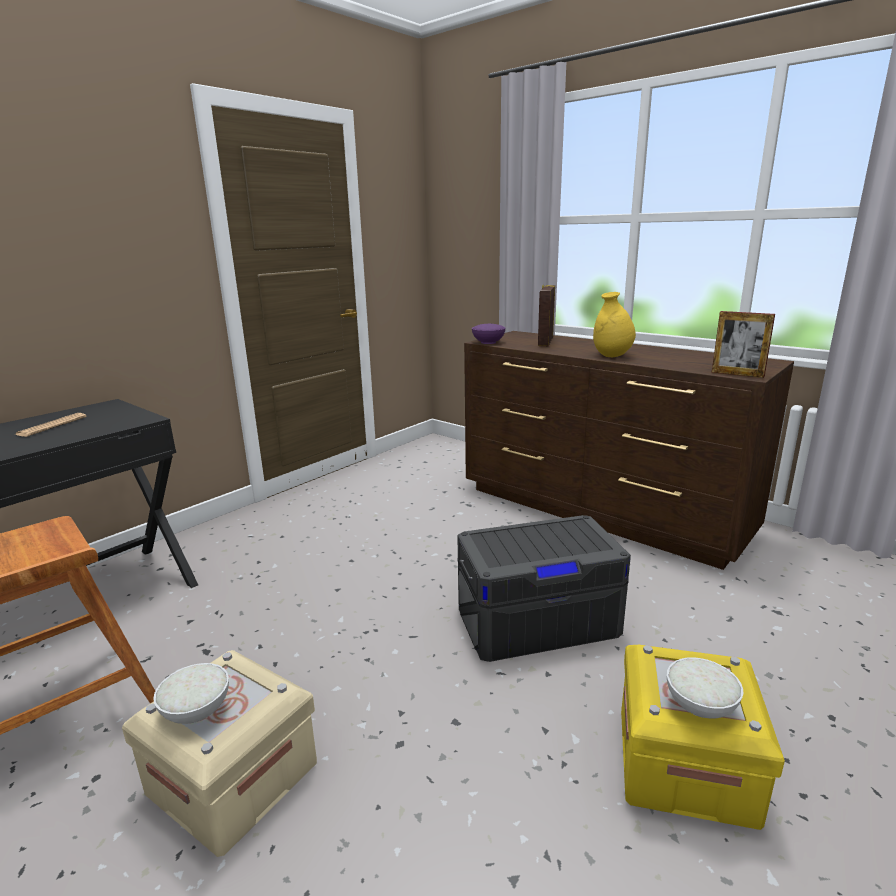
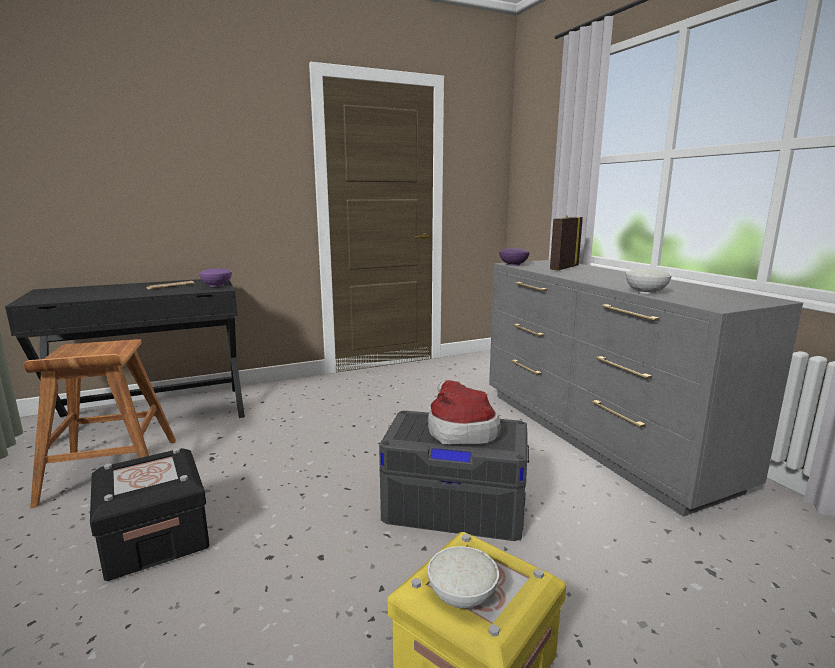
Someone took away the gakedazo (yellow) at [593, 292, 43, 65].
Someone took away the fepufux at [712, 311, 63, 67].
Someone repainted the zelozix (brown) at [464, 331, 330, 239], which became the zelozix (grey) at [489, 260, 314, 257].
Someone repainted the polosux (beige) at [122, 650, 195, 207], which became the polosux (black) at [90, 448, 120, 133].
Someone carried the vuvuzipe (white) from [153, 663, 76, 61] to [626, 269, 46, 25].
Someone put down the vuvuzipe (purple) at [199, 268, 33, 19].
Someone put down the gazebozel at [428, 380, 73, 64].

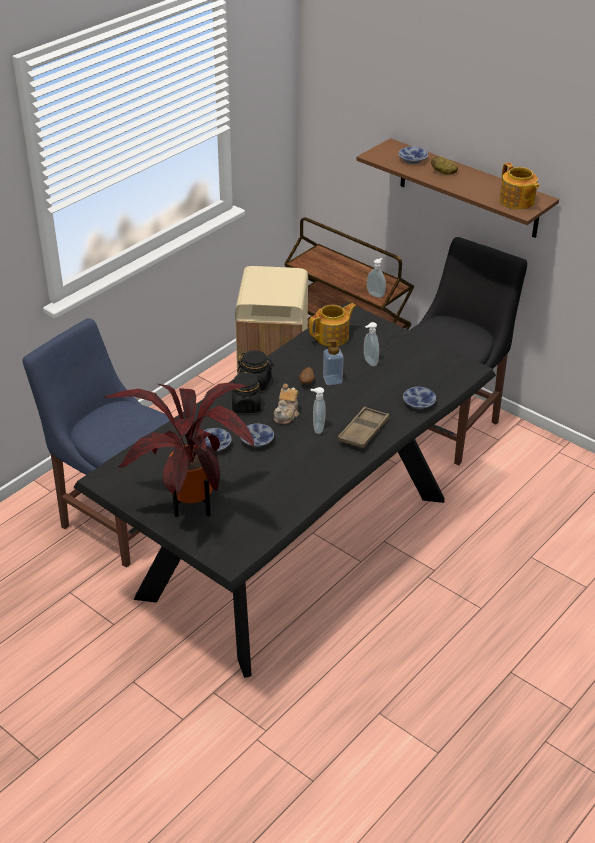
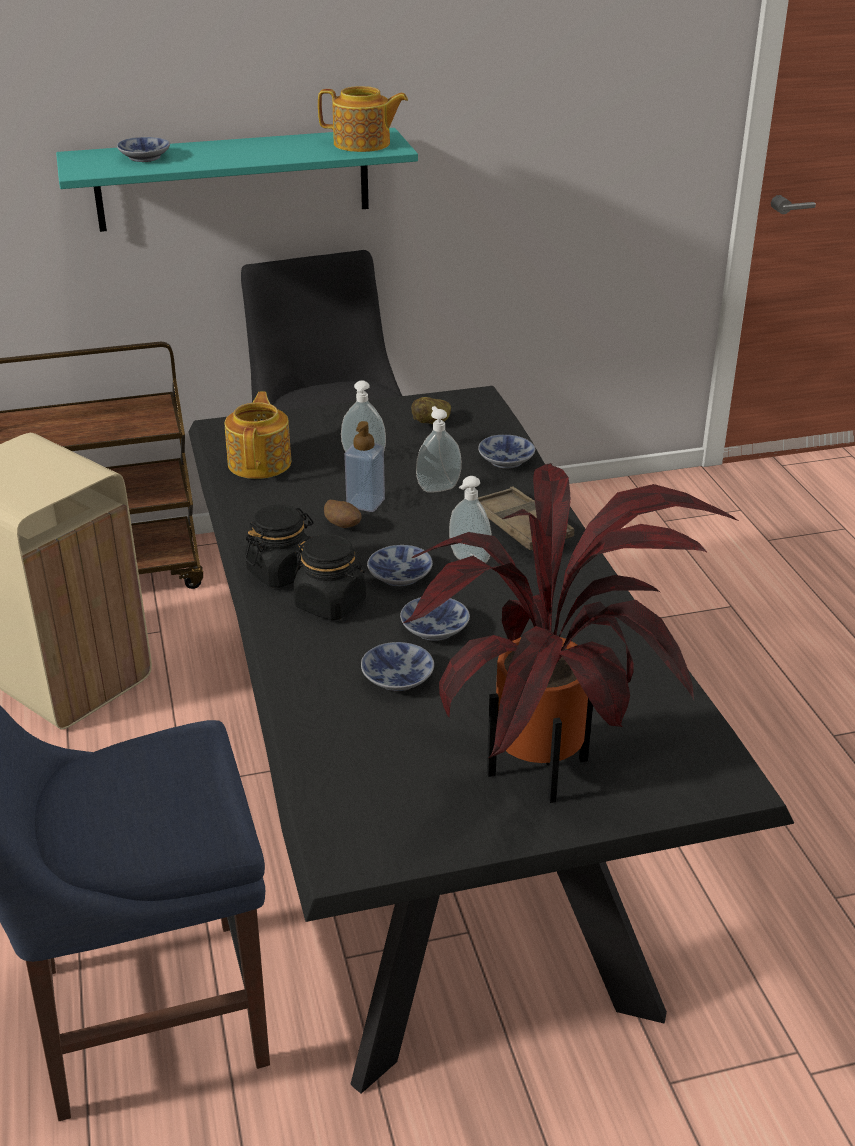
Someone repainted the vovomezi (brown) at [357, 138, 202, 100], which became the vovomezi (turquoise) at [56, 128, 362, 104].
Someone carried the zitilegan from [431, 156, 27, 19] to [411, 397, 40, 27].
Someone carried the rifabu from [367, 258, 19, 40] to [416, 406, 46, 87].
Someone swapped the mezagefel at [274, 384, 25, 40] for the vuvuzipe at [367, 545, 66, 41].

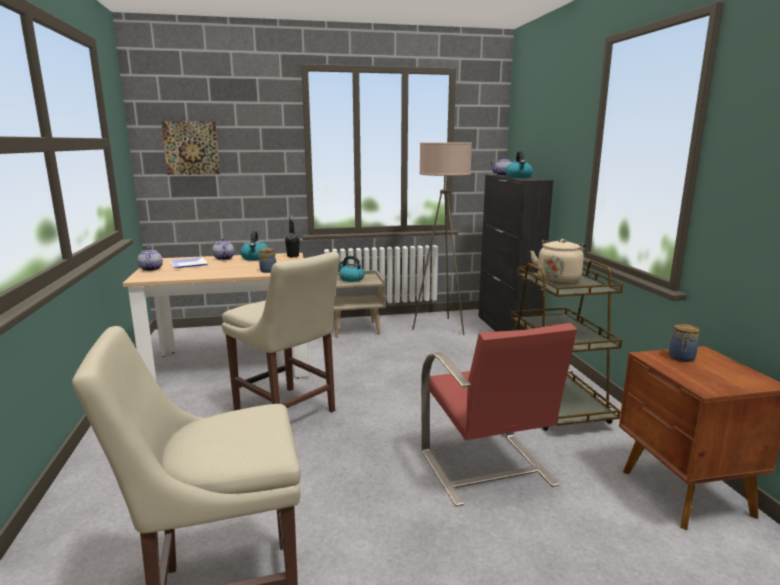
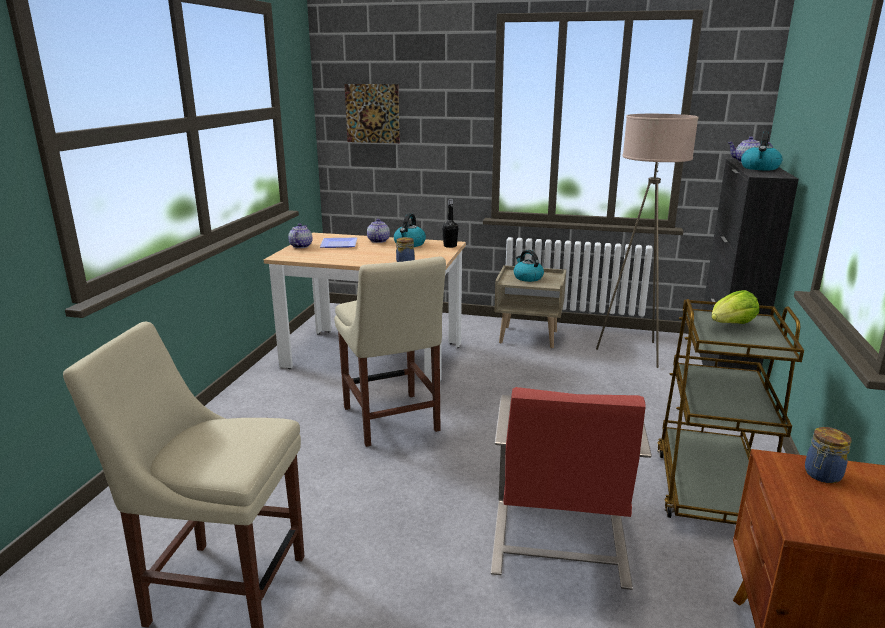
Someone swapped the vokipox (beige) at [530, 239, 57, 44] for the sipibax at [711, 290, 48, 34].

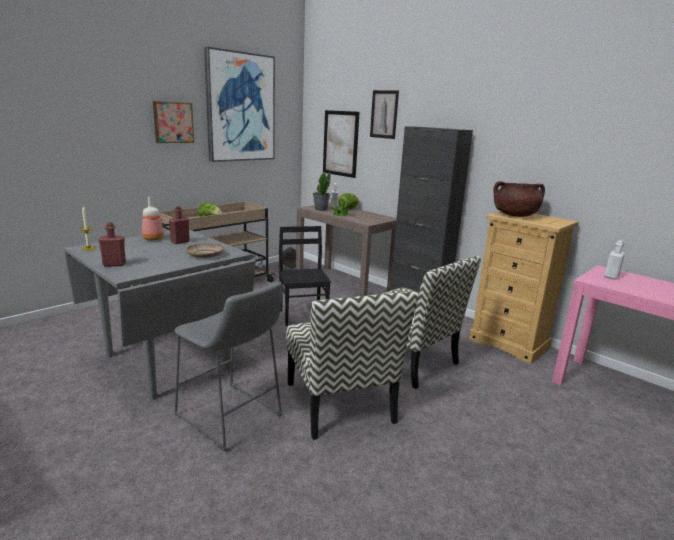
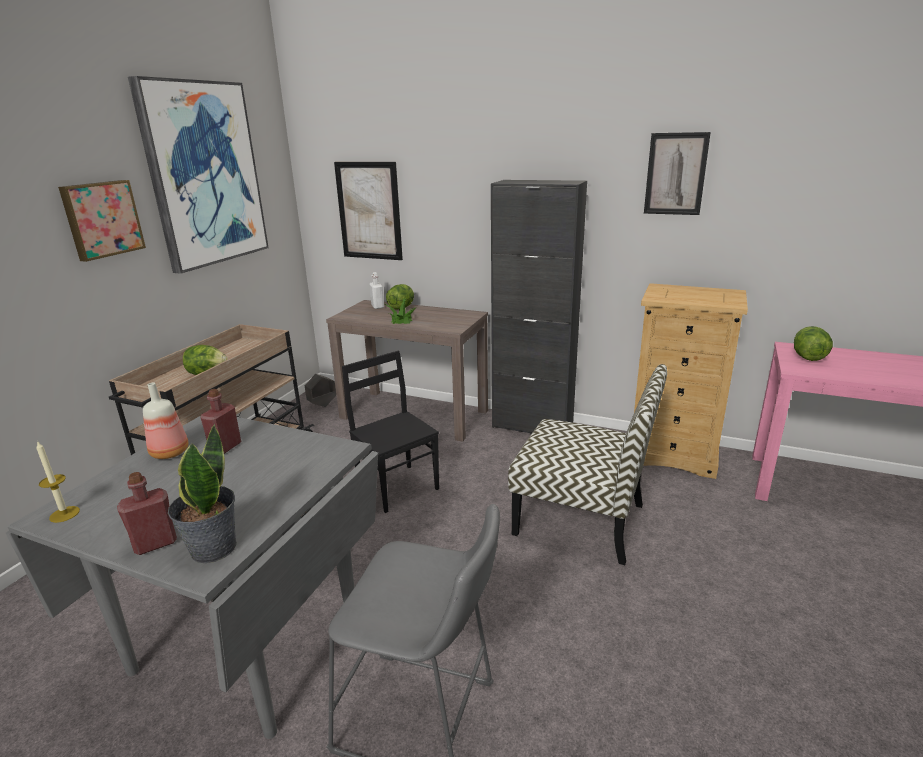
Someone carried the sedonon from [370, 90, 29, 49] to [644, 132, 67, 83].
Someone carried the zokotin from [313, 171, 17, 40] to [168, 424, 69, 139].
Someone took away the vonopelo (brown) at [493, 181, 52, 36].
Someone swapped the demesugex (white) at [604, 240, 21, 39] for the sipibax at [794, 326, 39, 35].
Someone took away the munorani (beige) at [186, 243, 38, 15].
Someone took away the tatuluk at [286, 291, 133, 149].

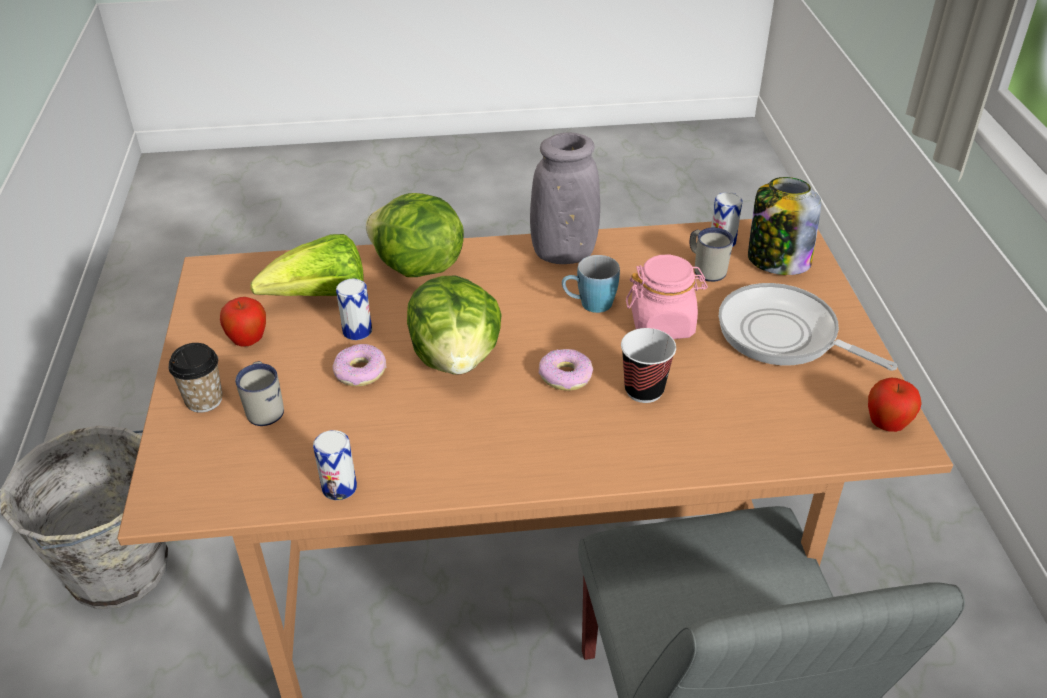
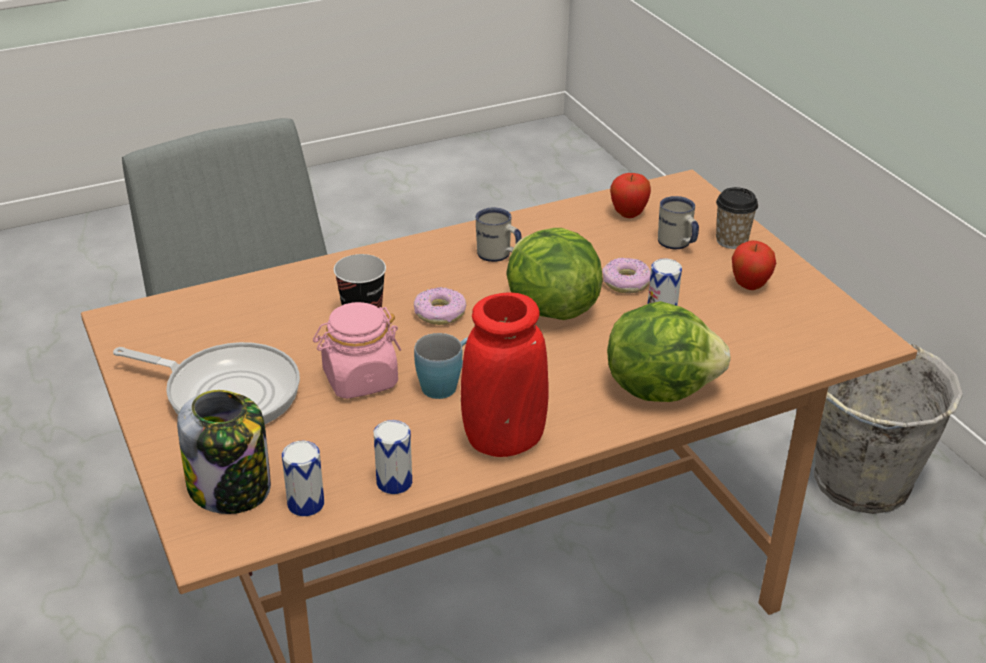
Someone repainted the gakedazo (grey) at [530, 133, 70, 131], which became the gakedazo (red) at [461, 292, 87, 165].
Someone carried the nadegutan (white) from [690, 227, 44, 55] to [476, 208, 46, 54].
Someone took away the sipibax at [250, 234, 114, 62].
Someone carried the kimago from [868, 378, 54, 54] to [610, 173, 41, 45].
Someone carried the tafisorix from [313, 430, 44, 70] to [374, 420, 38, 74].

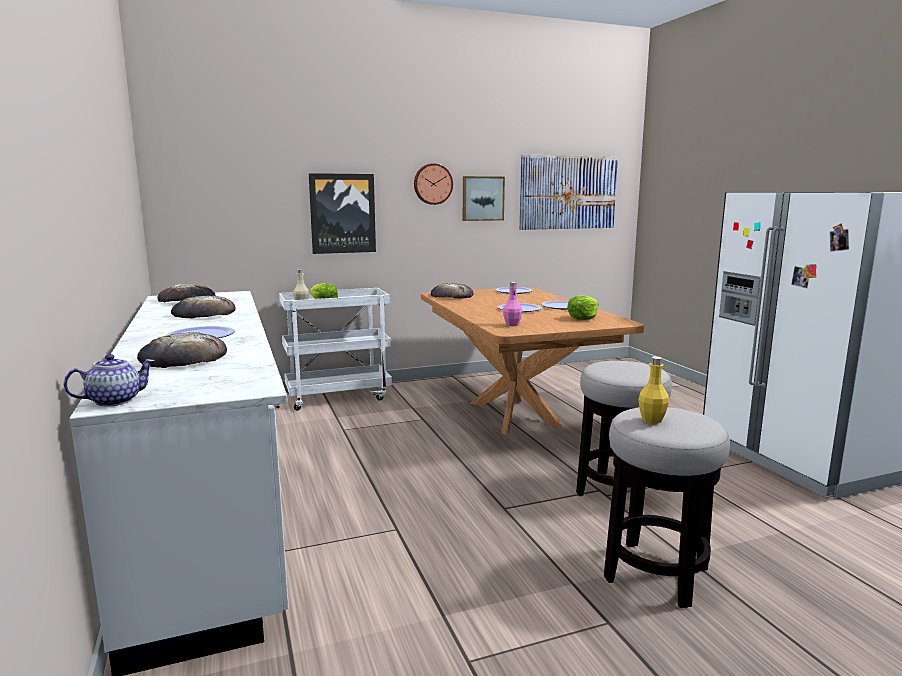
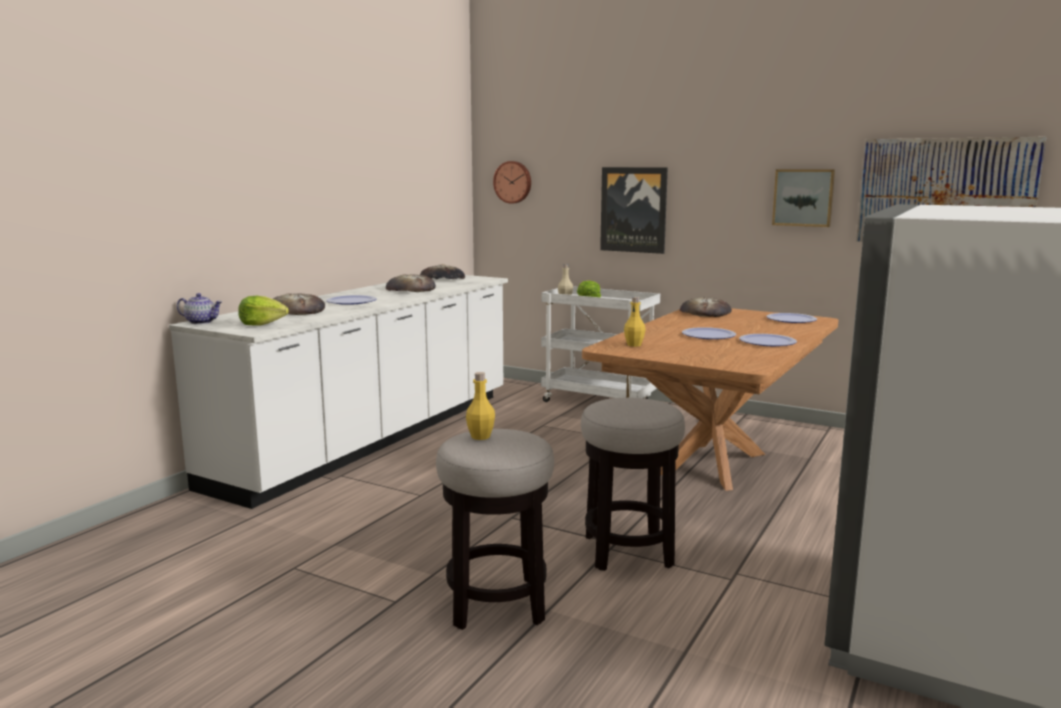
Someone carried the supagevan from [414, 163, 39, 42] to [493, 161, 38, 43].
Someone repainted the demesugex (pink) at [503, 282, 19, 44], which became the demesugex (yellow) at [624, 297, 21, 50].
Someone carried the sipibax from [567, 296, 32, 24] to [238, 296, 51, 30].

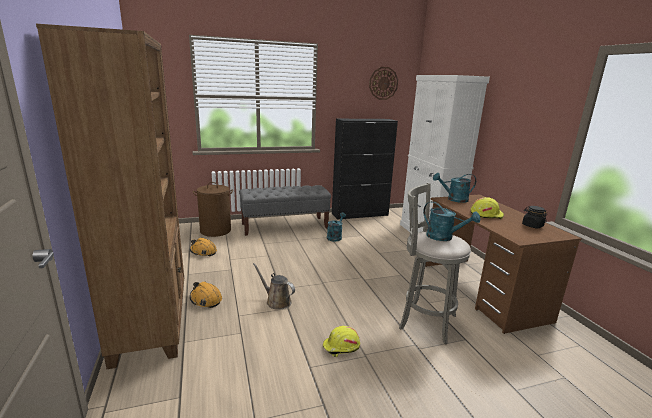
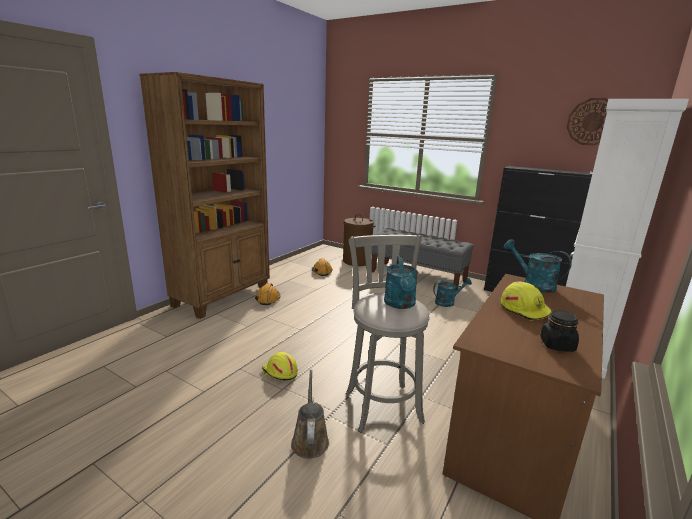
Someone carried the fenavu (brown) from [253, 263, 42, 47] to [291, 370, 38, 89].

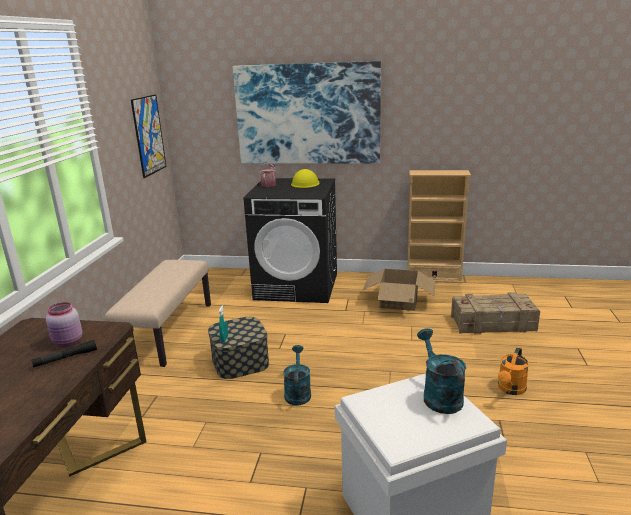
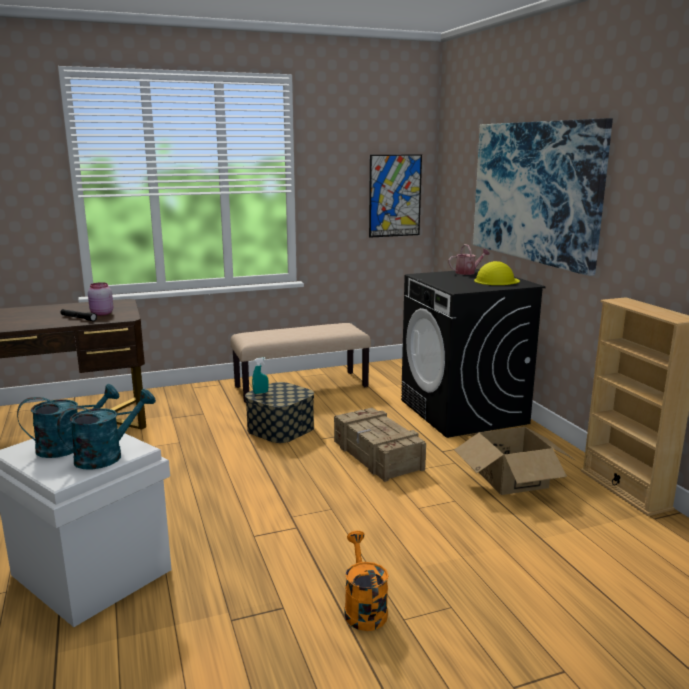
Someone carried the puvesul from [451, 292, 89, 42] to [334, 408, 92, 74].
Someone carried the fenavu (turquoise) from [283, 345, 28, 61] to [17, 384, 103, 74].
Someone rotated the fenavu (orange) at [498, 347, 31, 48] by 75 degrees clockwise.

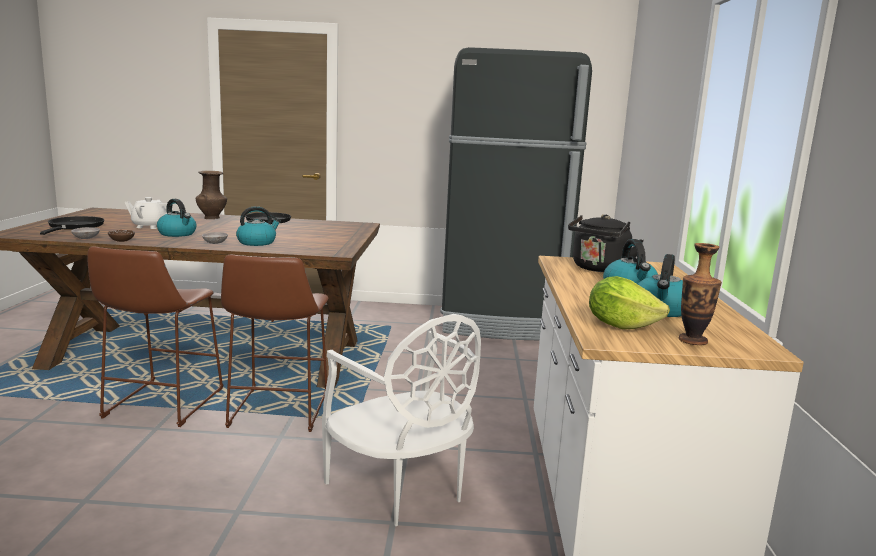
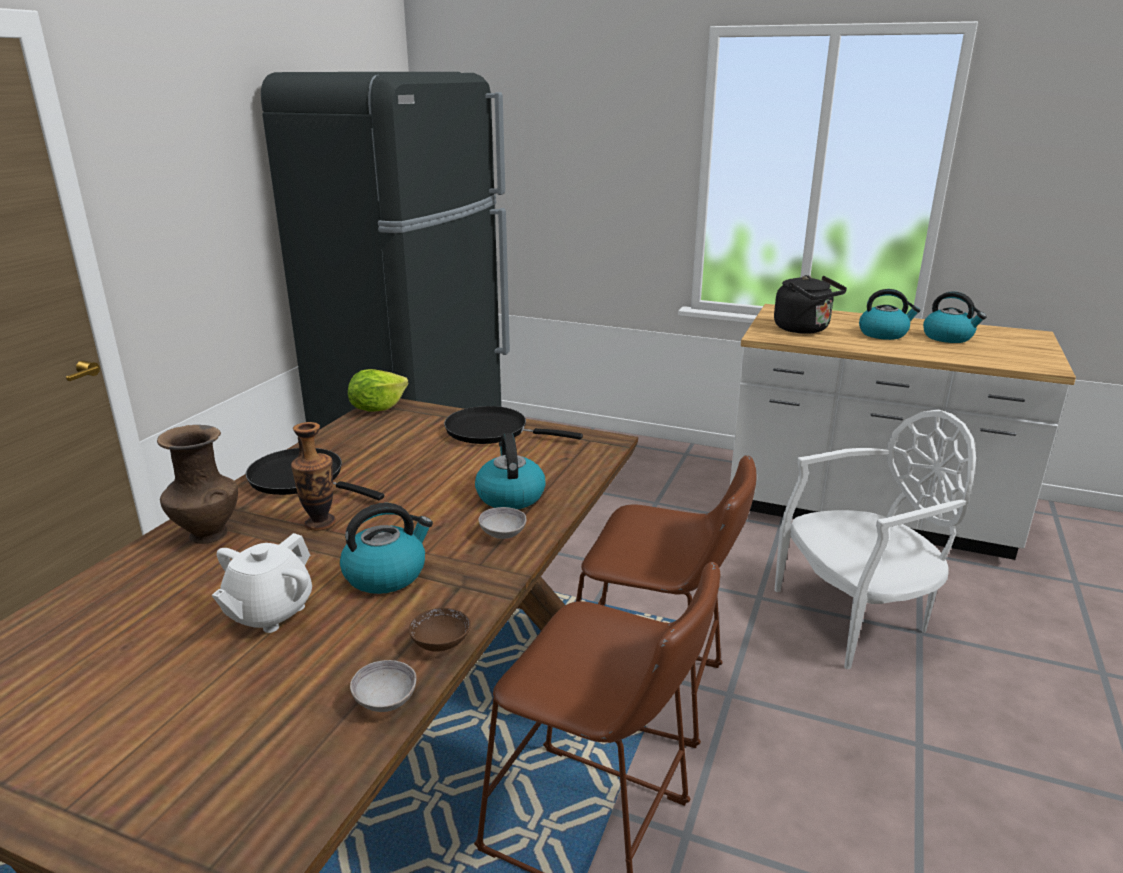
Someone carried the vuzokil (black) from [40, 216, 64, 19] to [444, 406, 139, 38].
Someone carried the gakedazo from [679, 243, 43, 102] to [291, 422, 45, 109].
Someone carried the sipibax from [589, 276, 81, 53] to [348, 369, 60, 42].

